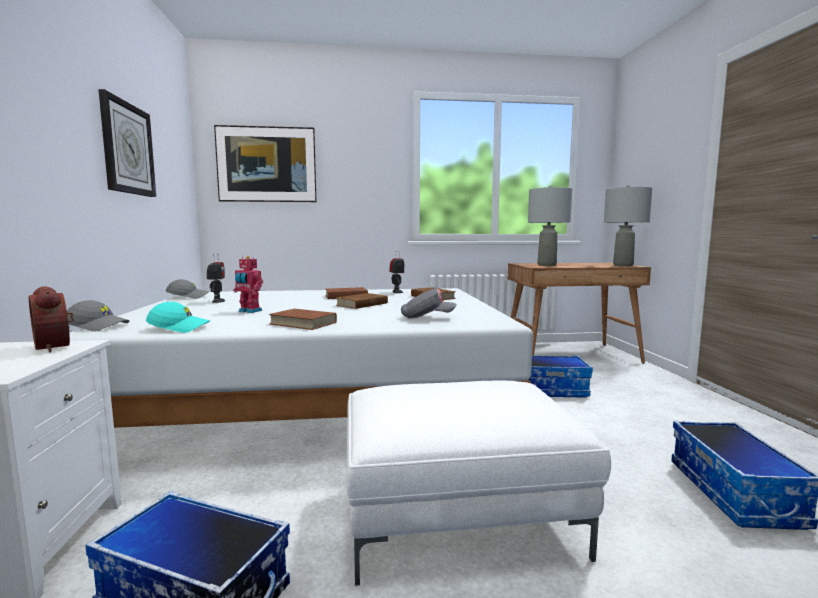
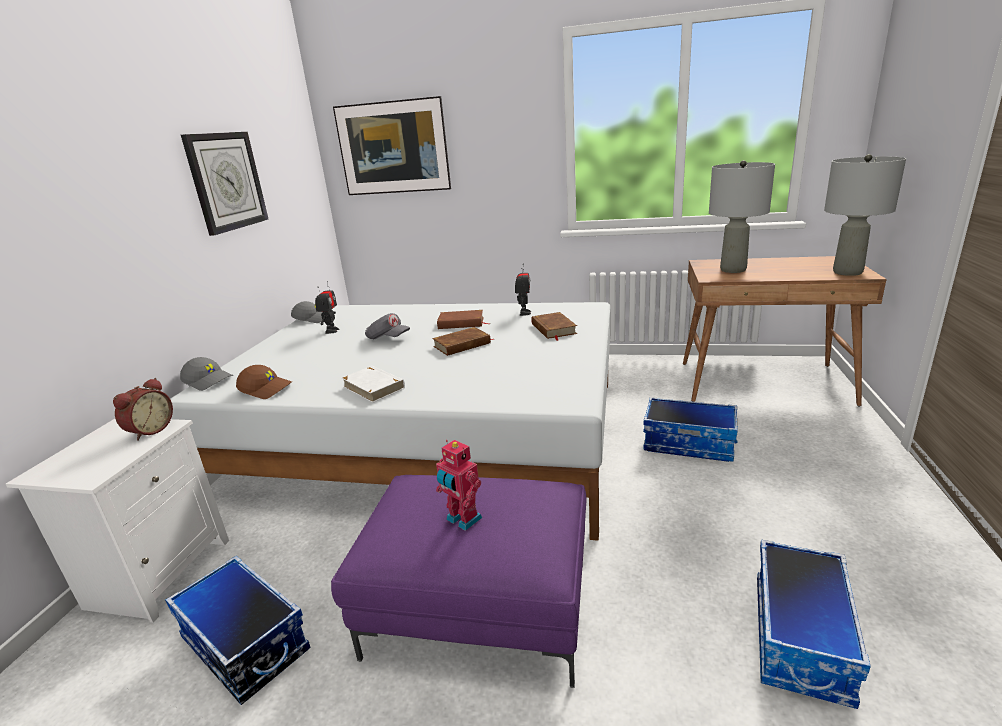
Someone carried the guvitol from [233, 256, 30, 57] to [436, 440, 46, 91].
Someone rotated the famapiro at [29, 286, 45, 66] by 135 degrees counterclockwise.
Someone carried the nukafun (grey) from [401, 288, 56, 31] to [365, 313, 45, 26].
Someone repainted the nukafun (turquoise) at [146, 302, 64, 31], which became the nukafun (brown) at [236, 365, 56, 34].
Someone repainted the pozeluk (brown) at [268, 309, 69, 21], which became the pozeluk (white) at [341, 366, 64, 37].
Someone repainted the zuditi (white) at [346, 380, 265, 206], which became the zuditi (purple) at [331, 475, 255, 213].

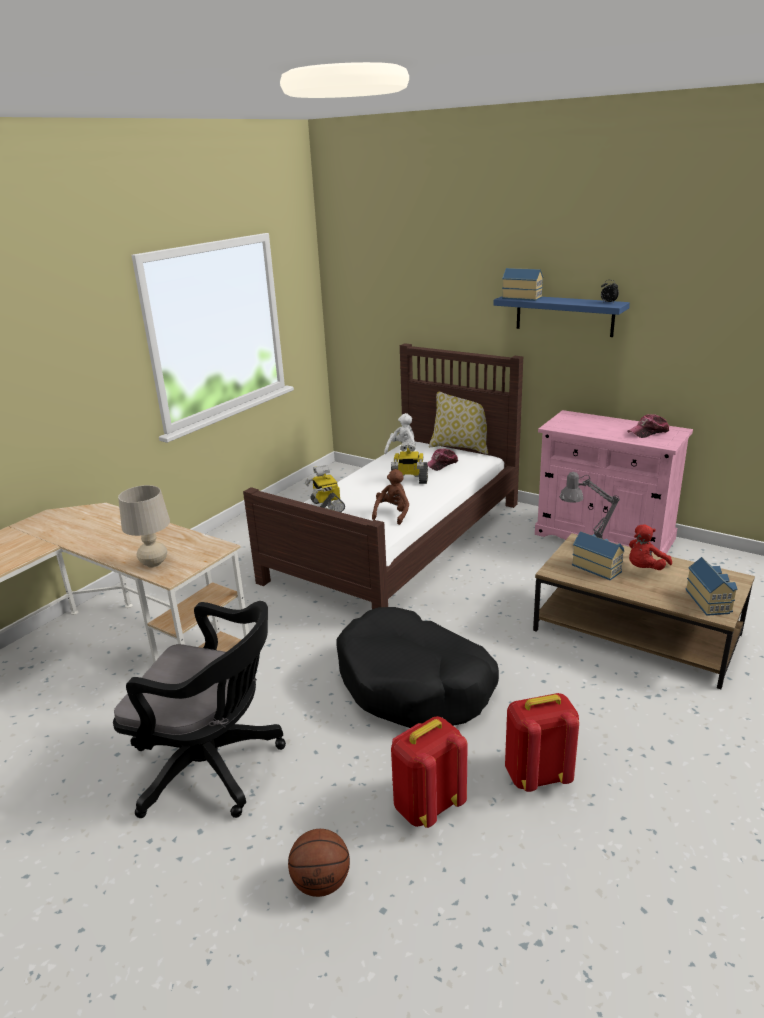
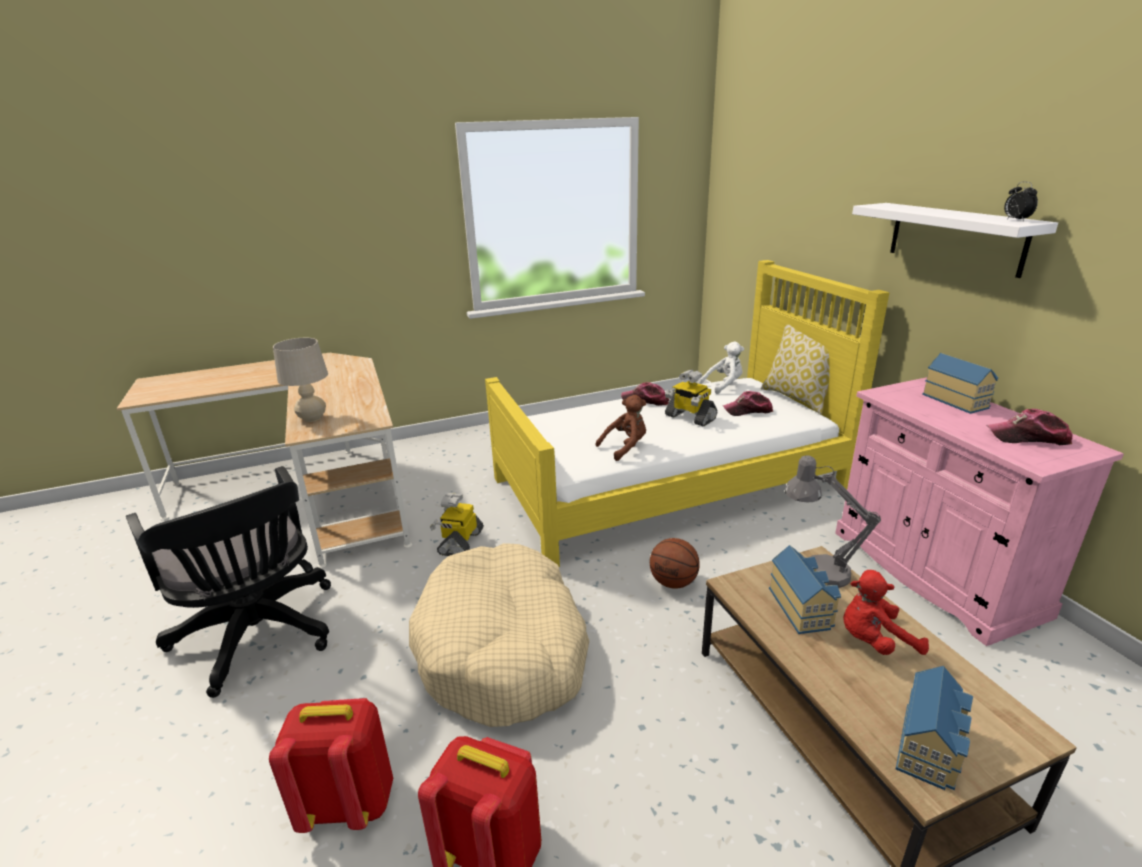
Someone carried the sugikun from [502, 268, 41, 33] to [922, 353, 76, 61].
Someone repainted the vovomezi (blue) at [494, 296, 136, 41], which became the vovomezi (white) at [852, 203, 206, 75].
Someone repainted the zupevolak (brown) at [243, 343, 280, 266], which became the zupevolak (yellow) at [485, 260, 405, 307].
Someone carried the guvitol from [305, 465, 40, 47] to [430, 493, 54, 63].
Someone repainted the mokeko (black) at [336, 607, 163, 121], which became the mokeko (beige) at [409, 543, 180, 184].
Someone carried the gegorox from [288, 829, 62, 68] to [650, 538, 50, 51].
Someone put down the nukafun at [621, 382, 48, 24].

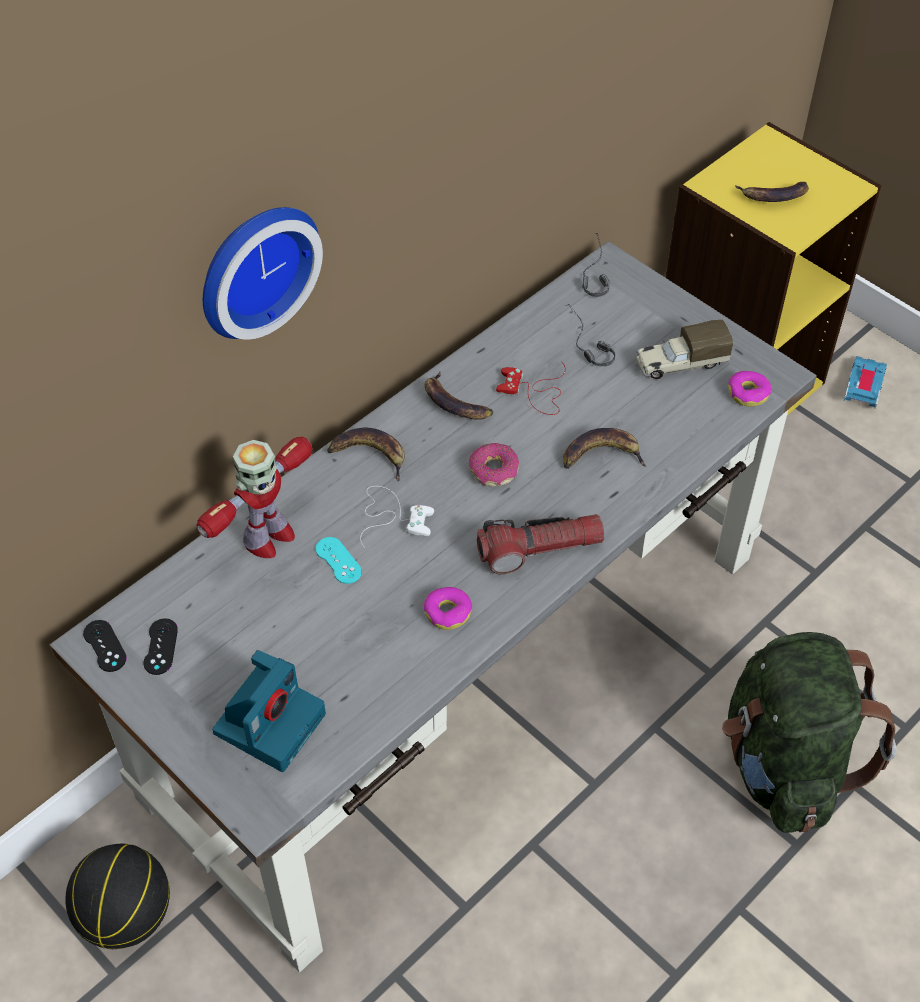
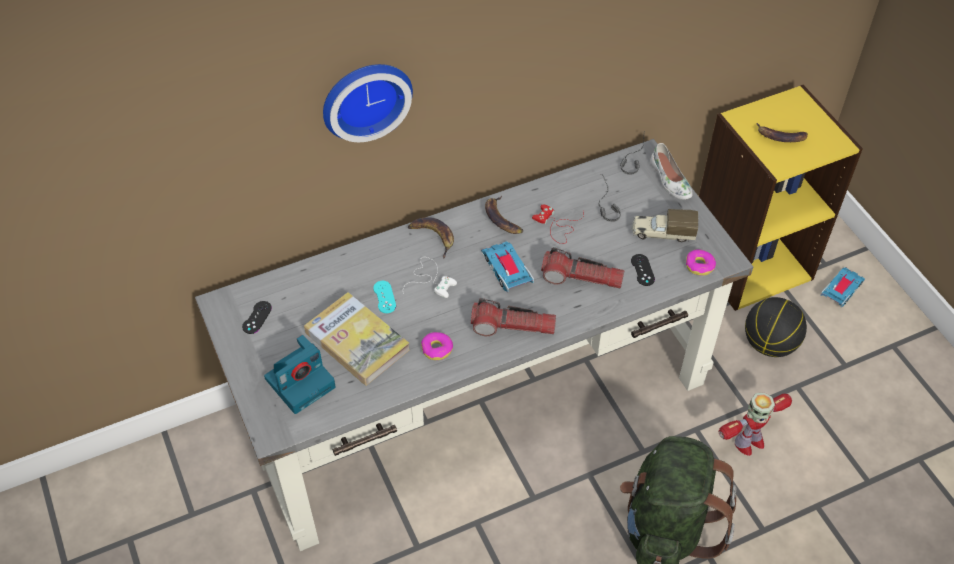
Someone swapped the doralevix at [563, 428, 83, 41] for the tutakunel at [541, 247, 84, 42].
Someone carried the guvitol from [197, 437, 115, 121] to [719, 392, 73, 64].
Someone swapped the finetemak at [469, 443, 50, 43] for the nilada at [481, 241, 53, 51].
Someone carried the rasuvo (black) from [83, 620, 44, 52] to [631, 254, 24, 32].
Someone carried the gegorox from [65, 844, 105, 105] to [745, 297, 62, 60].
Someone put down the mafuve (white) at [651, 143, 42, 57].
Someone put down the pozeluk at [304, 292, 106, 94].

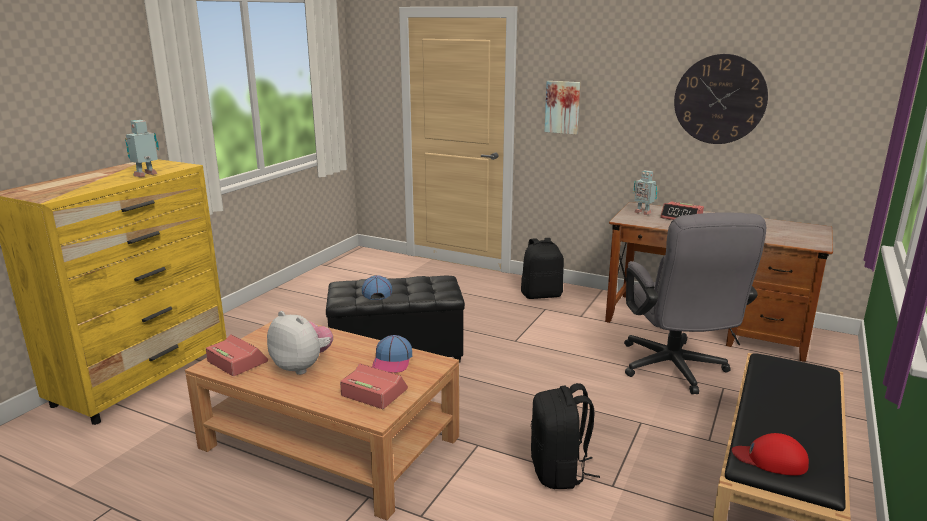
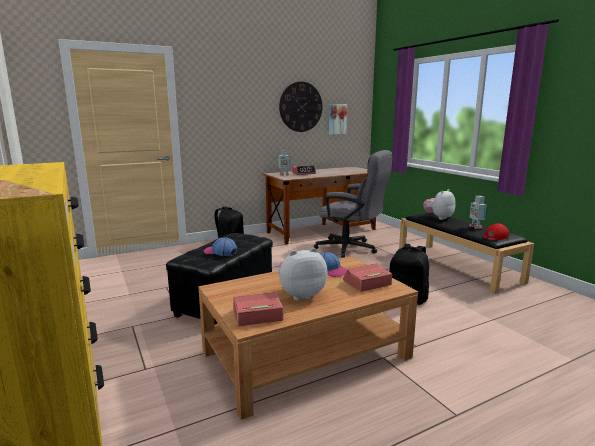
Someone carried the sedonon from [544, 81, 36, 53] to [329, 104, 18, 31].
Someone carried the guvitol from [125, 120, 34, 57] to [469, 196, 18, 33].
Someone put down the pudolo at [423, 189, 32, 31].

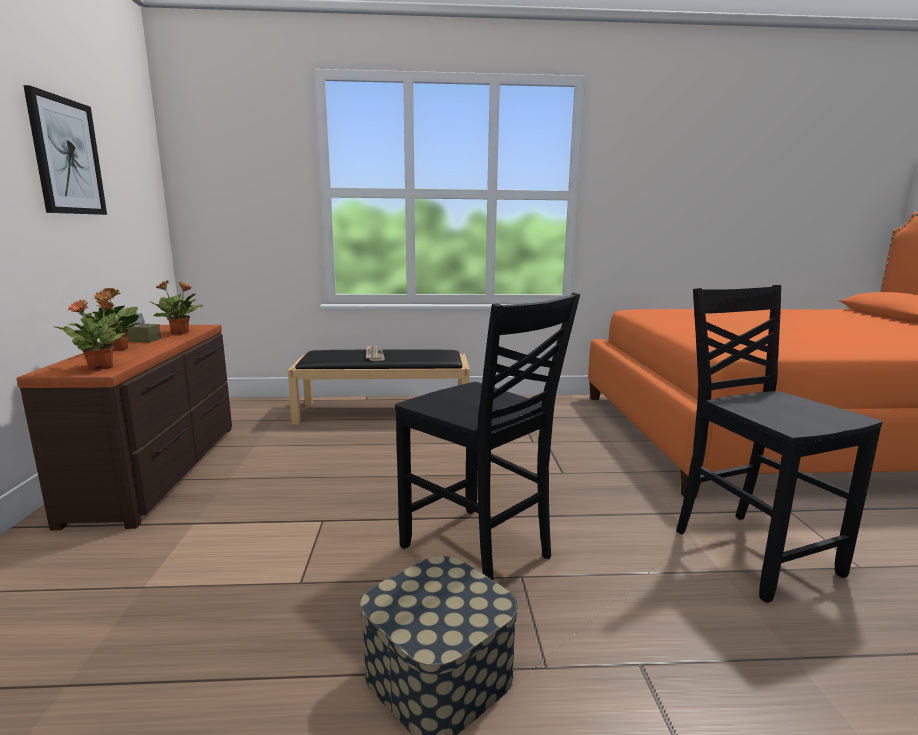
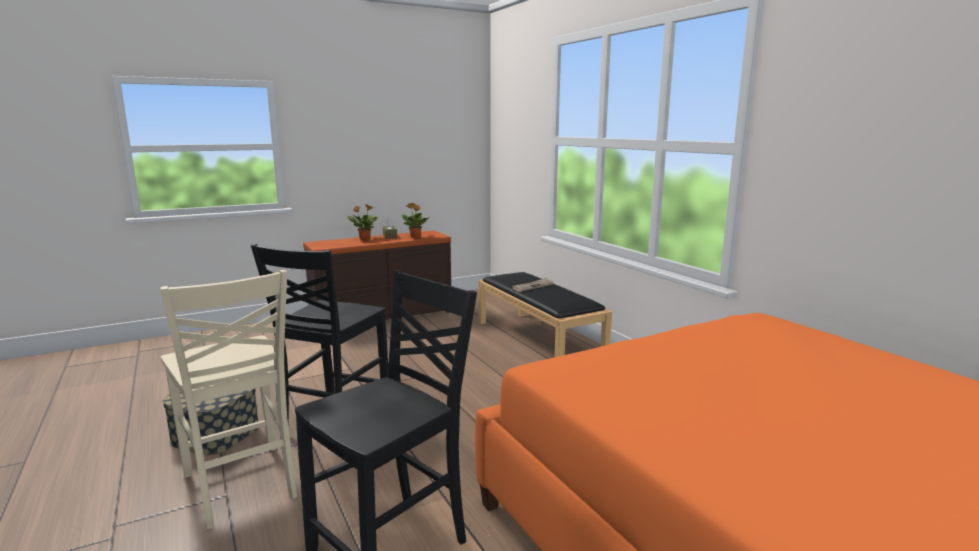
Someone took away the sedonon at [23, 85, 84, 130].
Someone took away the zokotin at [54, 299, 79, 71].
Someone put down the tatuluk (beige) at [160, 270, 137, 259].

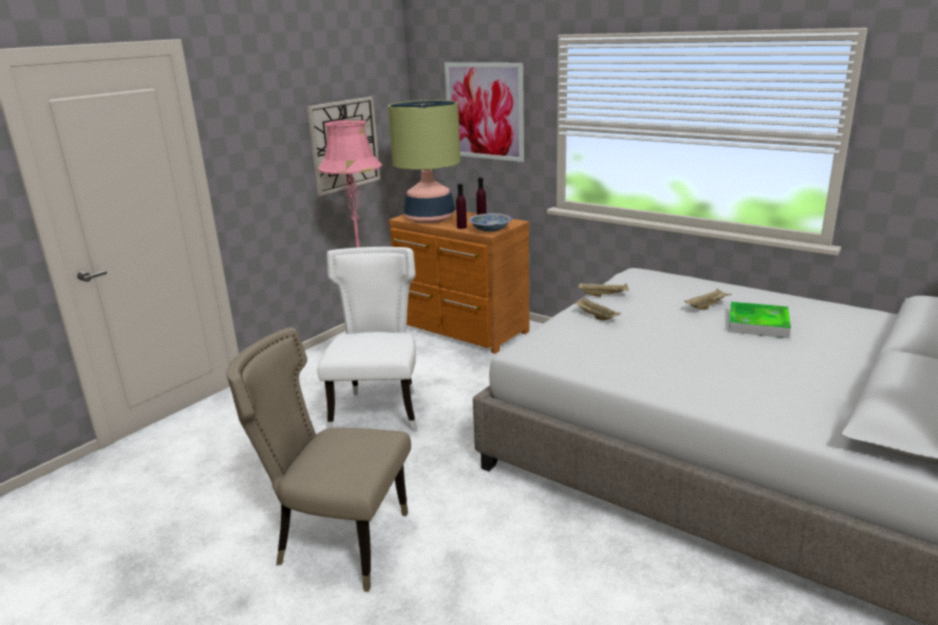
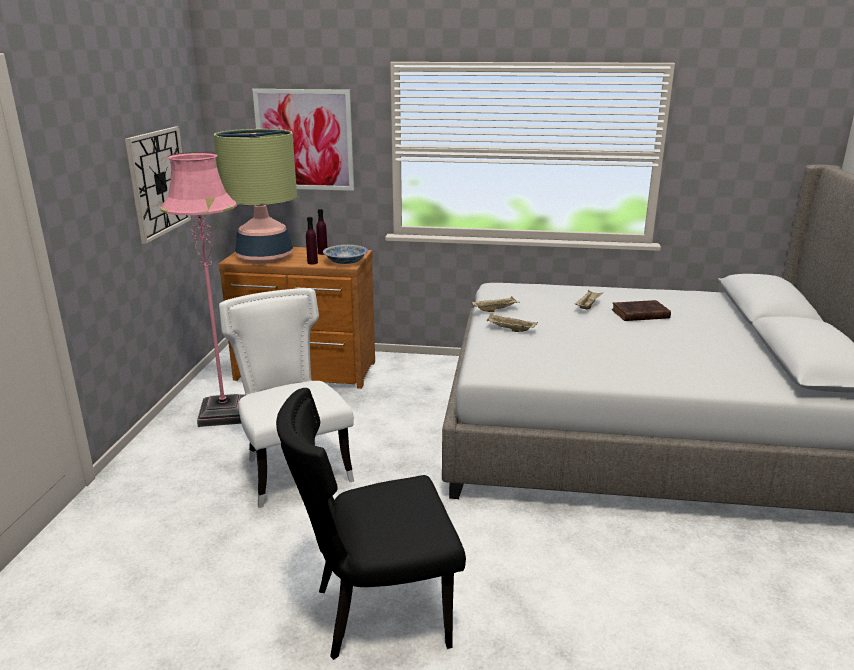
Someone swapped the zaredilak at [729, 302, 62, 36] for the pozeluk (brown) at [612, 300, 59, 21].
Someone repainted the tatuluk (beige) at [227, 328, 184, 264], which became the tatuluk (black) at [276, 388, 190, 272].

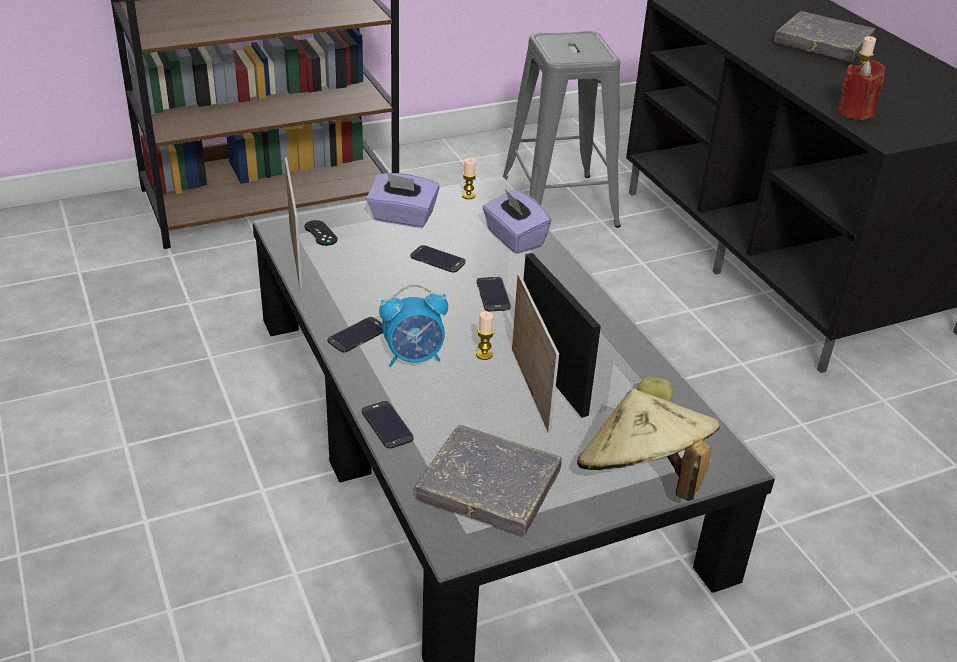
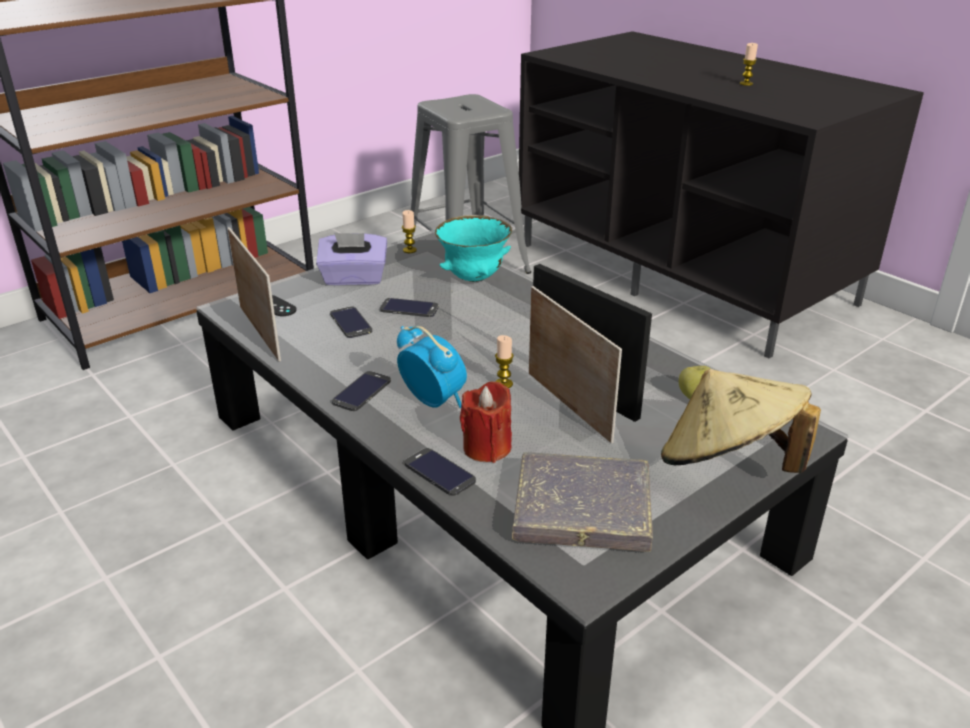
Someone took away the pozeluk (grey) at [774, 11, 101, 51].
Someone carried the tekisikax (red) from [838, 60, 47, 60] to [460, 381, 52, 82].
Someone swapped the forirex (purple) at [482, 189, 70, 65] for the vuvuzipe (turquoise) at [435, 215, 77, 67].
Someone carried the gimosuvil from [477, 277, 34, 34] to [330, 306, 42, 32].
Someone rotated the famapiro at [379, 285, 69, 82] by 105 degrees counterclockwise.

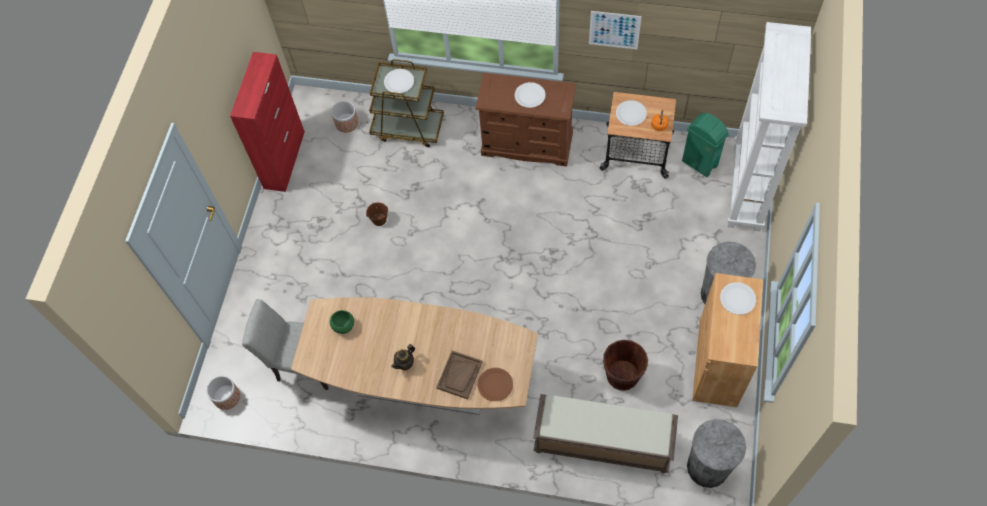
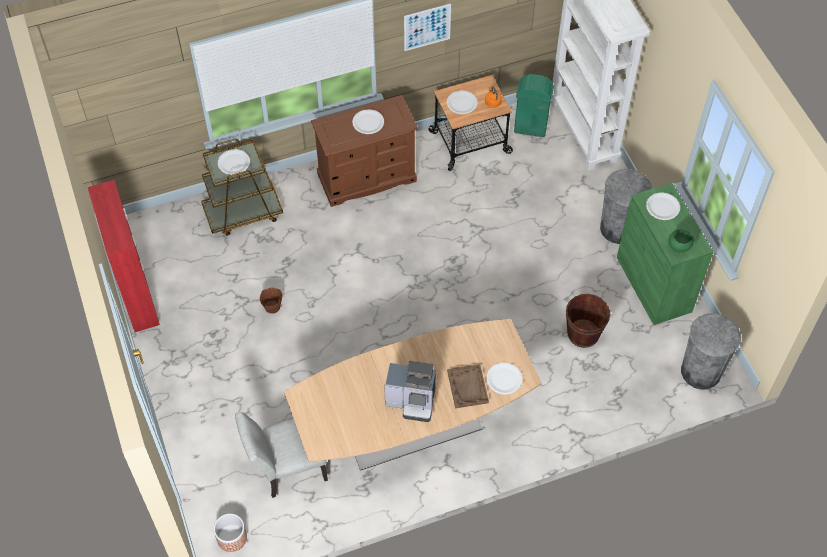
Someone took away the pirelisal at [331, 101, 27, 31].
Someone repainted the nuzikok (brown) at [692, 273, 71, 134], which became the nuzikok (green) at [617, 183, 96, 142].
Someone carried the vuvuzipe (green) from [330, 310, 24, 24] to [668, 229, 26, 23].
Someone swapped the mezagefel at [391, 344, 24, 26] for the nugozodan at [384, 361, 52, 61].
Someone repainted the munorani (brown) at [478, 368, 35, 33], which became the munorani (white) at [487, 363, 35, 32].
Someone took away the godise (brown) at [533, 394, 145, 79].

